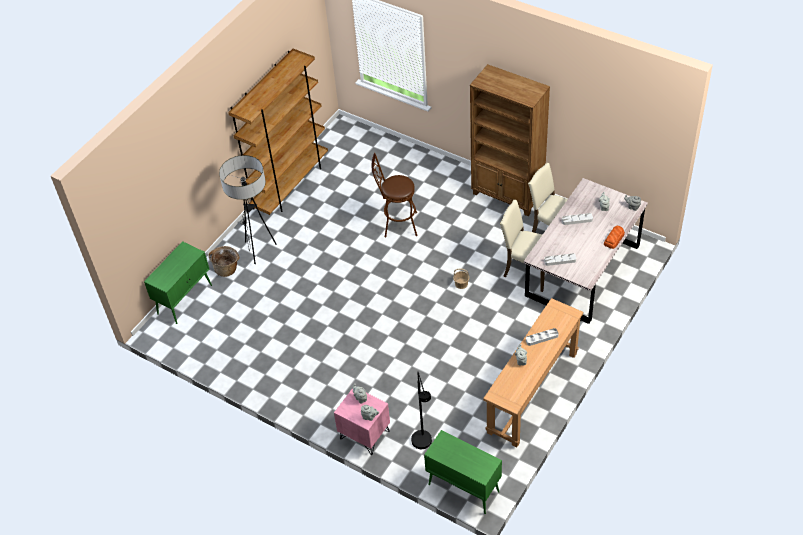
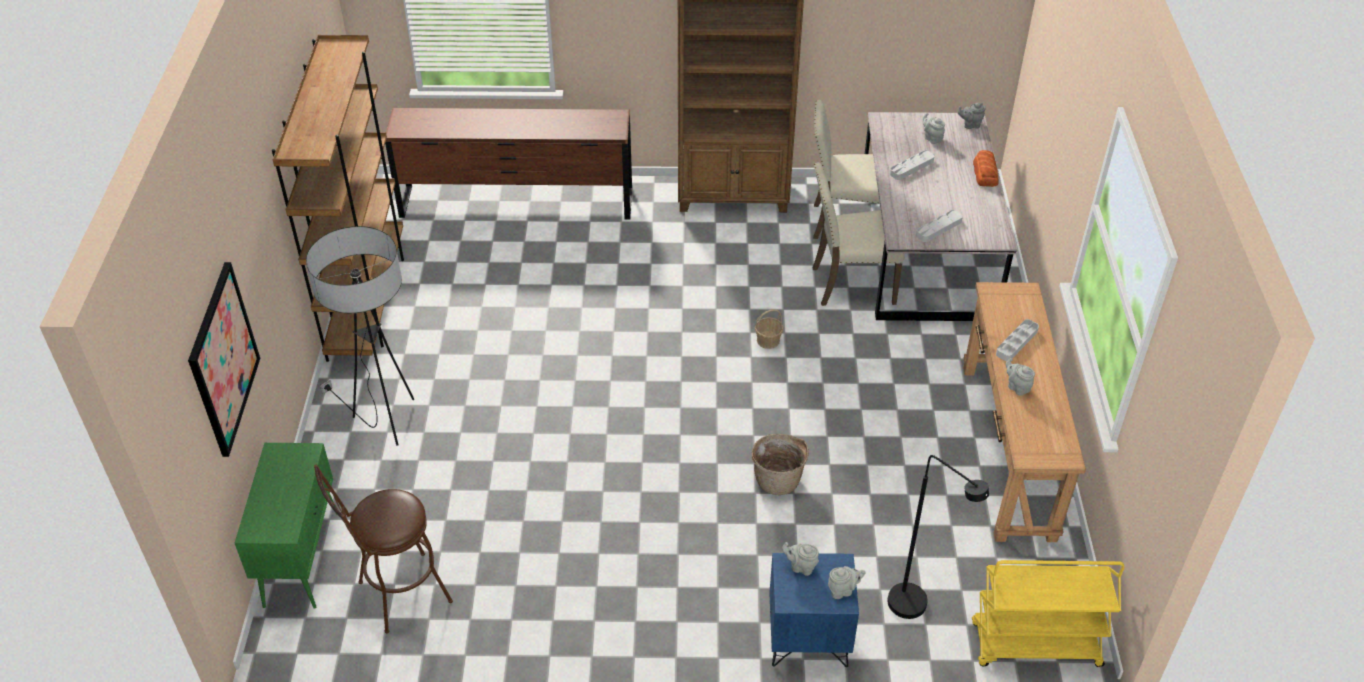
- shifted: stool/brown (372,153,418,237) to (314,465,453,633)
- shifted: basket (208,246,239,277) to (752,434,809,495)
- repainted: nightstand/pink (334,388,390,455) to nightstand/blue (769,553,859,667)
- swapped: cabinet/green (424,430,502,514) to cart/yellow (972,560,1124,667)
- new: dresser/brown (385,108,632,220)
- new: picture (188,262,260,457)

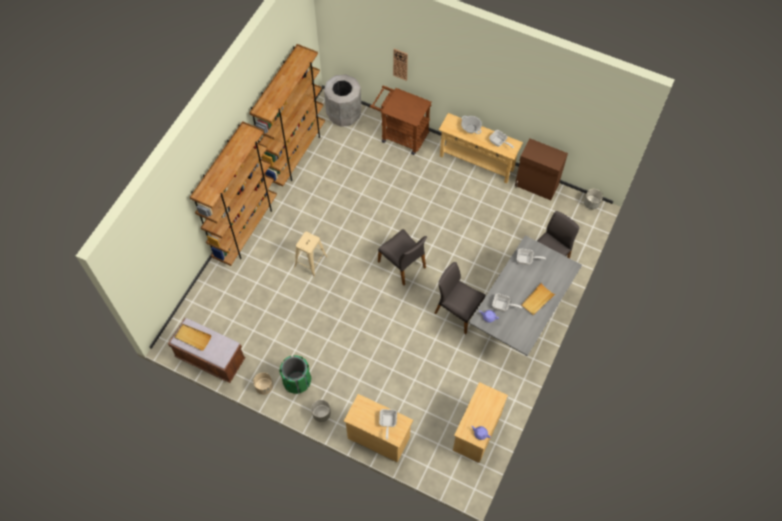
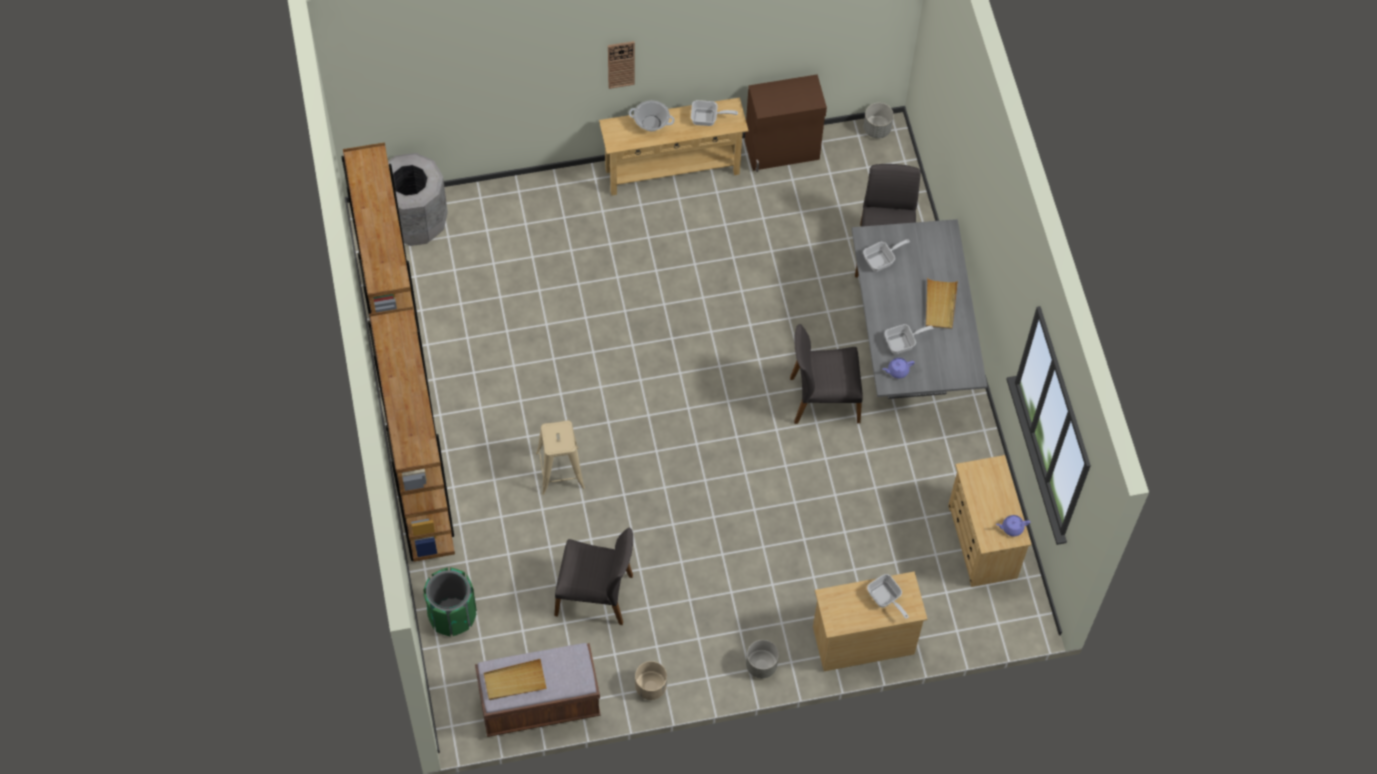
- shifted: wall clock (393,49,408,81) to (608,41,635,89)
- gone: cart/brown (370,86,432,155)
- shifted: chair/grey (378,229,427,285) to (554,528,633,625)
- shifted: trash can/green (279,355,311,394) to (423,567,477,636)

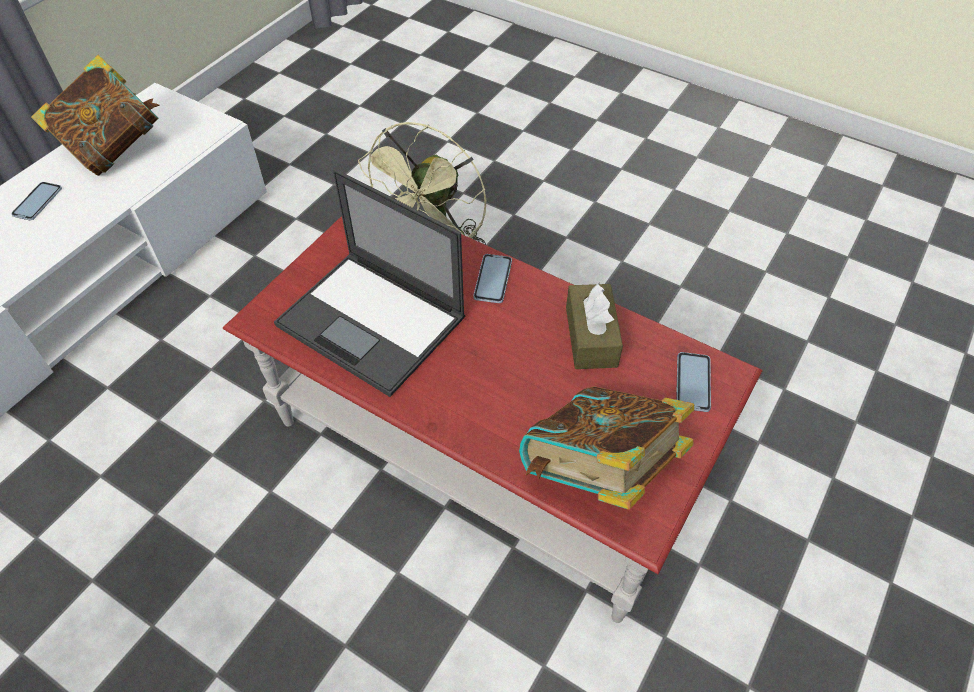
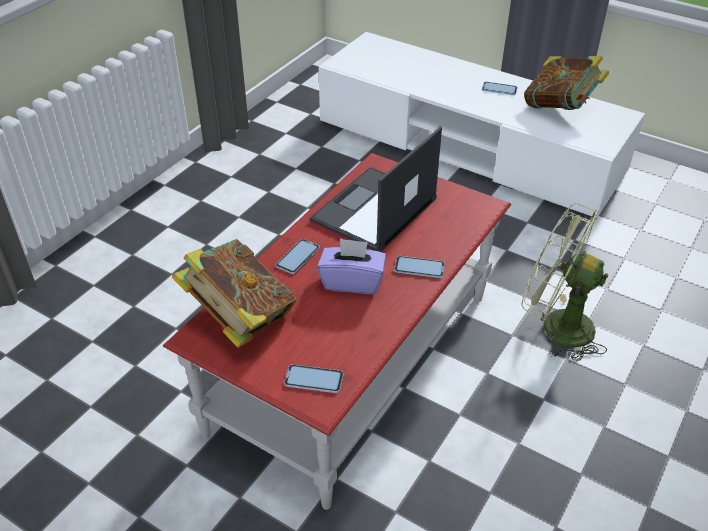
- gone: tissue box/brown (566,283,623,369)
- new: tissue box/purple (317,238,386,294)
- new: phone (276,239,320,274)

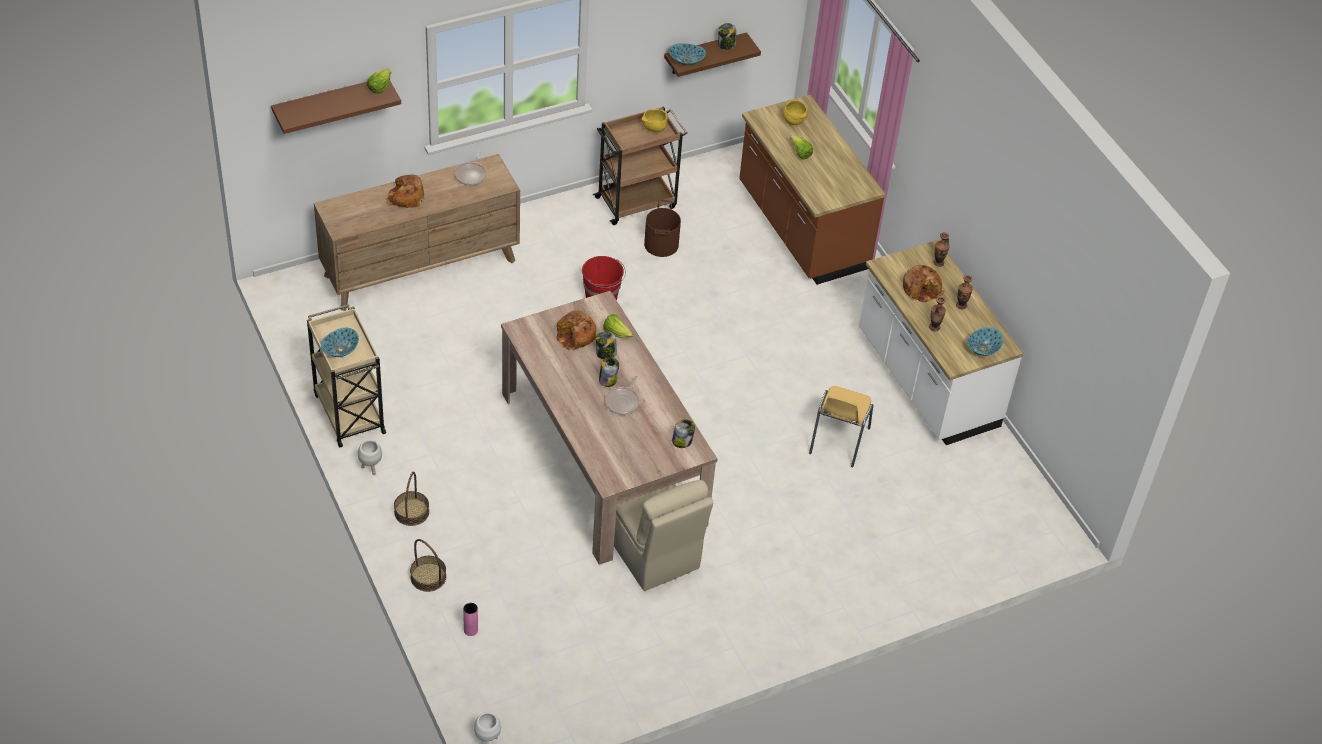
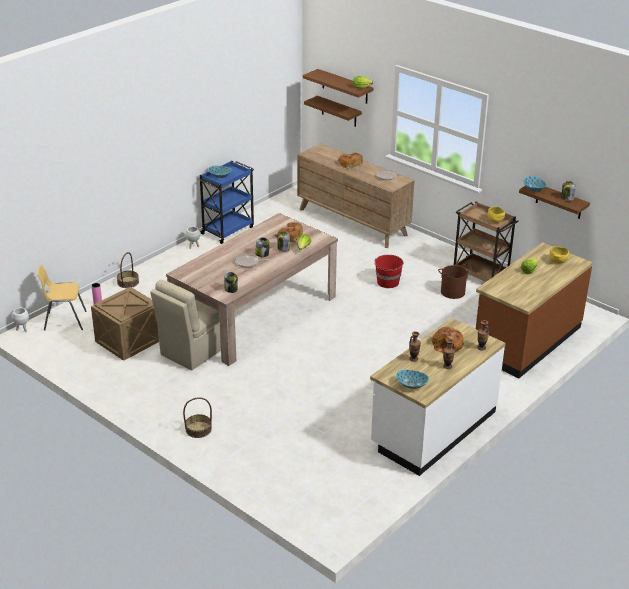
- repainted: cart/beige (307,304,386,448) to cart/blue (198,161,254,244)
- shifted: chair/yellow (809,386,873,467) to (37,265,87,331)
- shifted: basket (394,472,429,526) to (183,397,212,438)
- new: shelf/brown (304,95,362,127)
- new: crate (91,287,159,361)

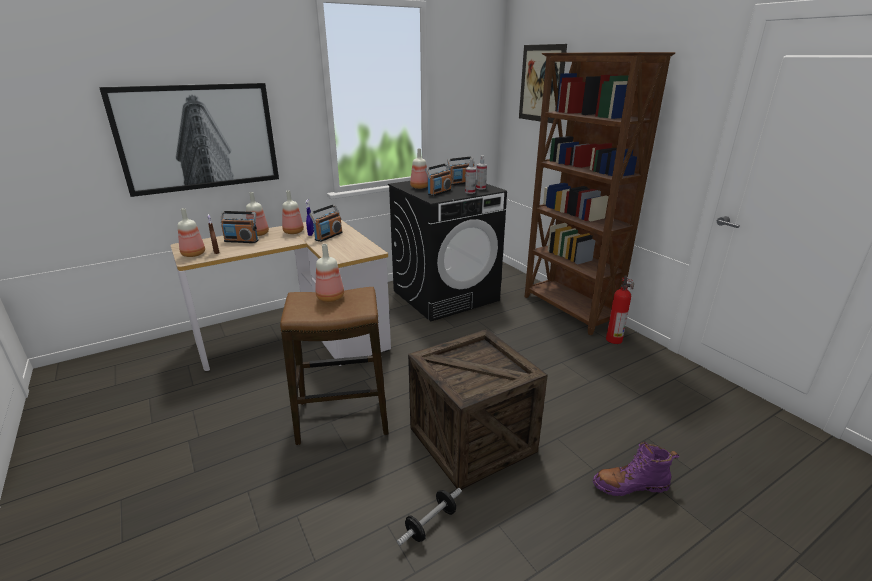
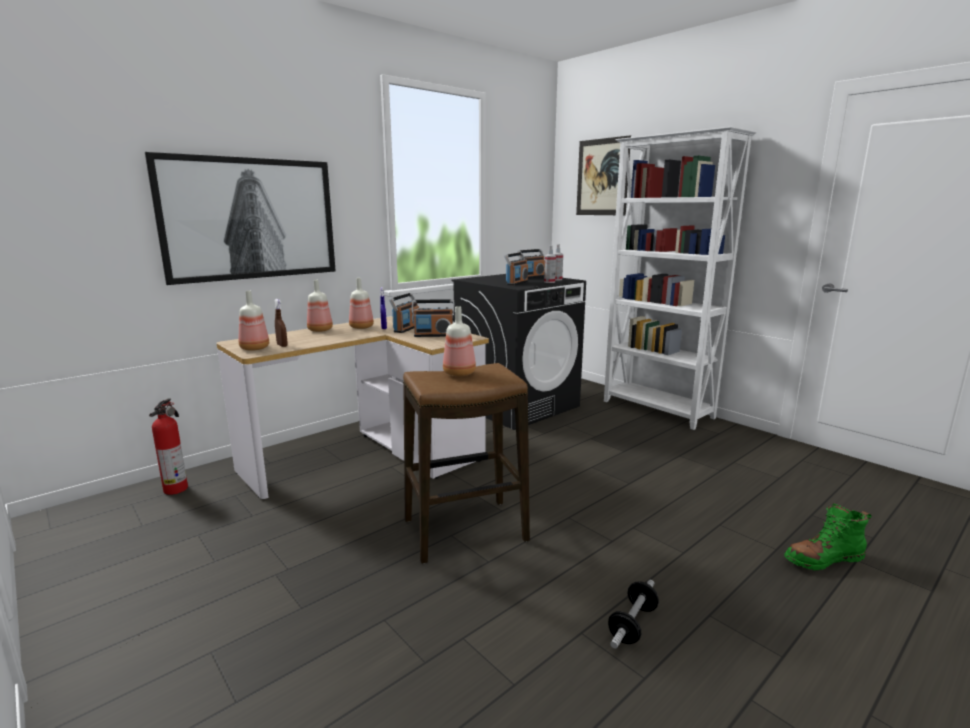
- repainted: bookcase/brown (524,52,675,335) to bookcase/white (604,127,757,430)
- gone: bottle (410,148,428,189)
- shifted: radio (220,211,259,243) to (412,299,455,337)
- shifted: fire extinguisher (606,276,634,344) to (149,398,188,495)
- gone: crate (408,329,548,490)
- repainted: boot/purple (593,441,679,496) to boot/green (784,503,872,570)

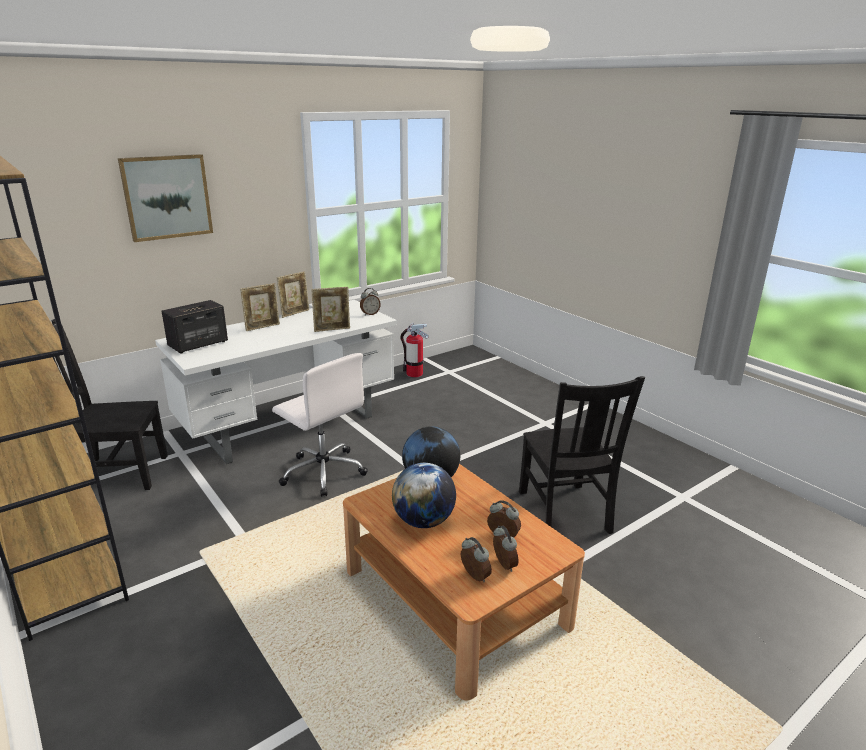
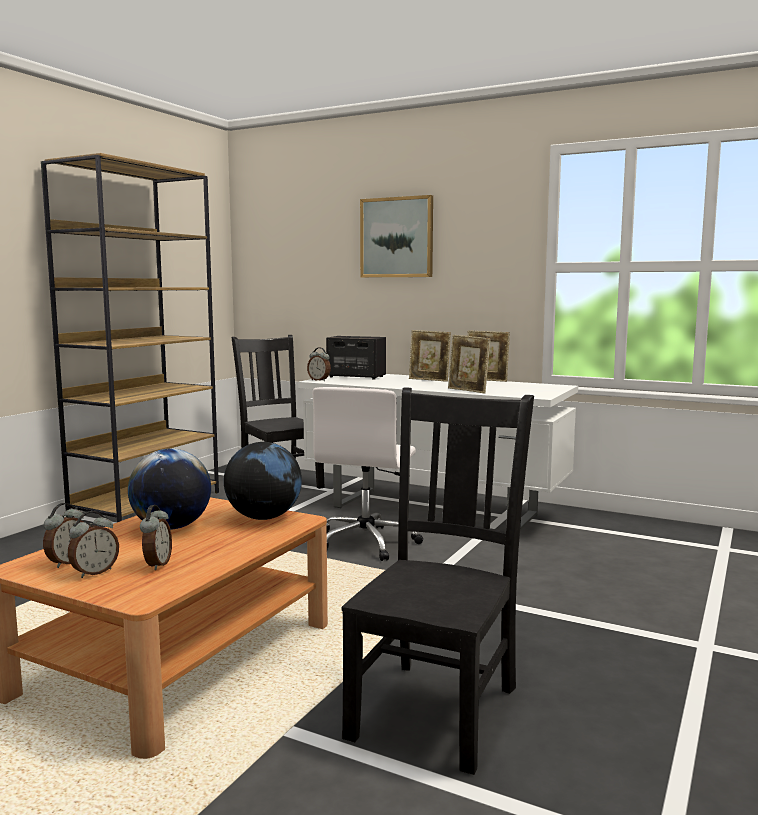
- shifted: alarm clock (360,288,381,316) to (307,347,331,381)
- gone: fire extinguisher (401,323,429,377)
- rotated: chair/black (519,376,645,534) = (342,387,534,775) 150 degrees clockwise

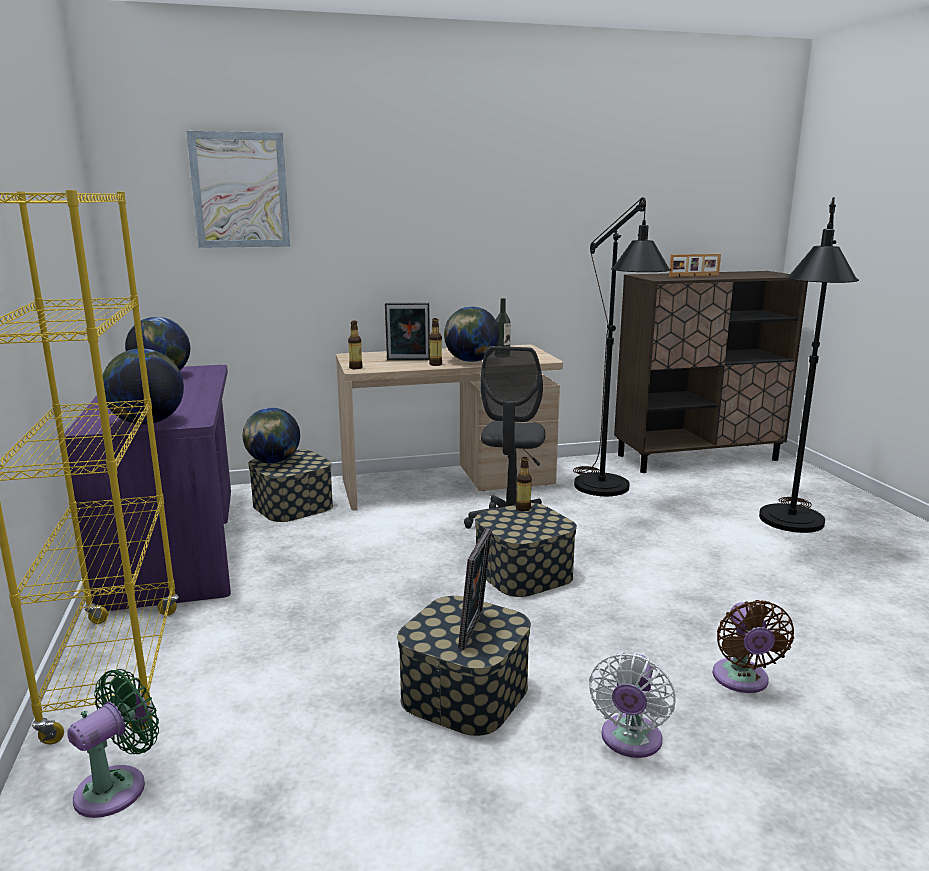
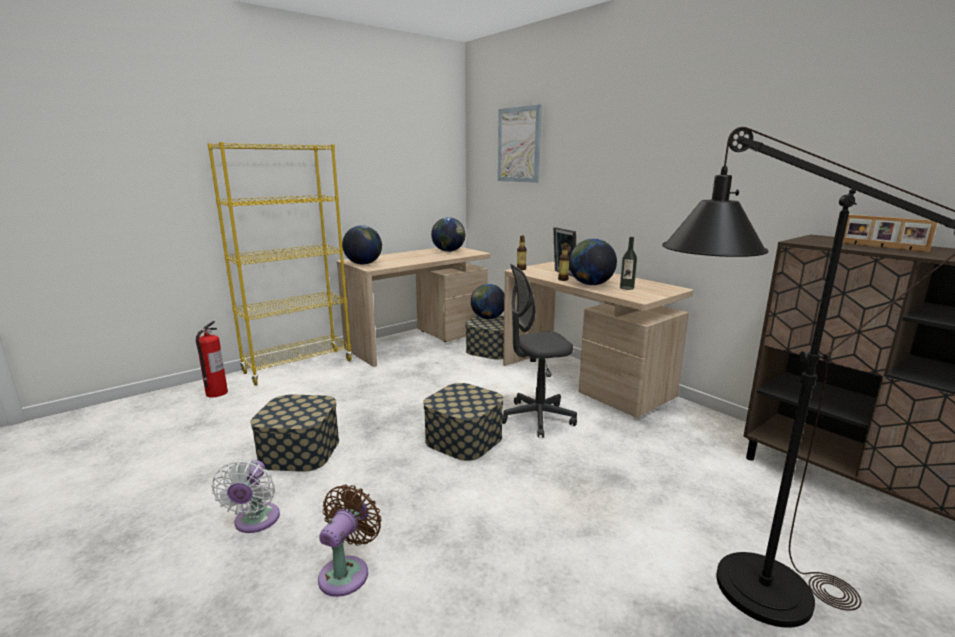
- gone: floor lamp/black (573,197,671,496)
- repainted: desk/purple (64,365,231,611) to desk/beige (337,247,490,367)
- gone: bottle (516,457,532,511)
- gone: picture frame (458,528,492,650)
- rotated: fan/brown (712,600,794,693) = (318,485,382,597) 135 degrees clockwise
- rotated: fan/white (589,652,675,758) = (211,460,280,533) 90 degrees counterclockwise
- swapped: fan/green (67,669,159,818) to fire extinguisher (196,321,228,398)

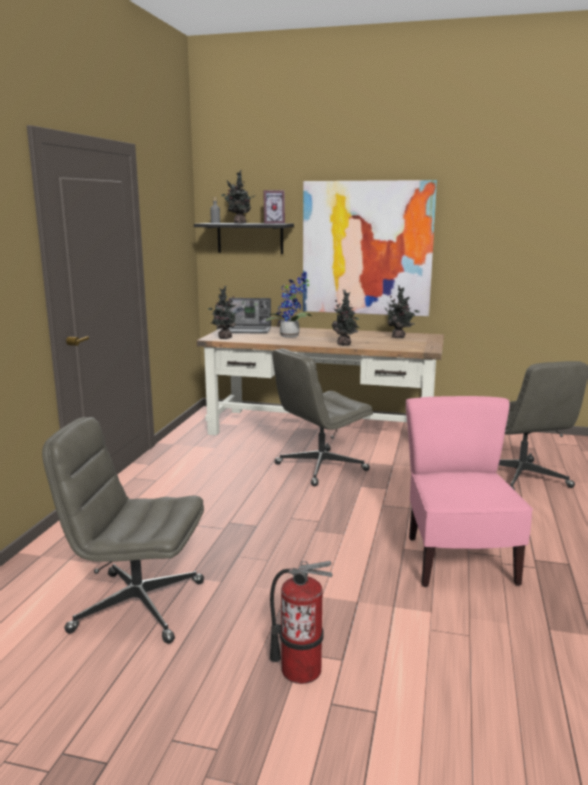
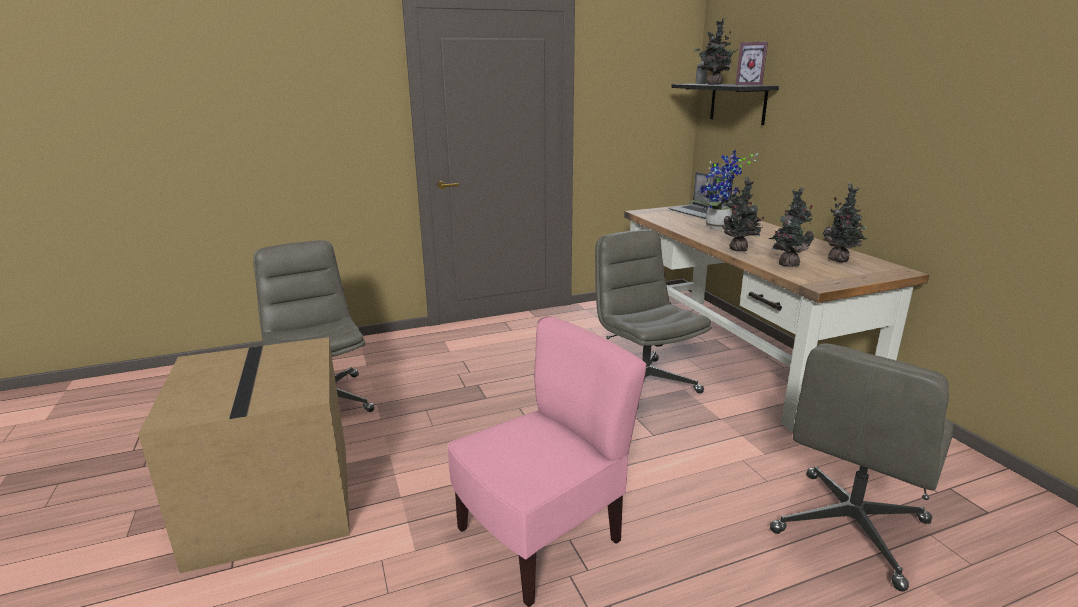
- gone: picture (303,180,437,316)
- shifted: potted plant (208,286,236,339) to (768,188,814,267)
- rotated: office chair/grey (272,348,373,486) = (595,229,712,407) 45 degrees clockwise
- swapped: fire extinguisher (270,561,333,684) to cardboard box (138,337,350,574)

